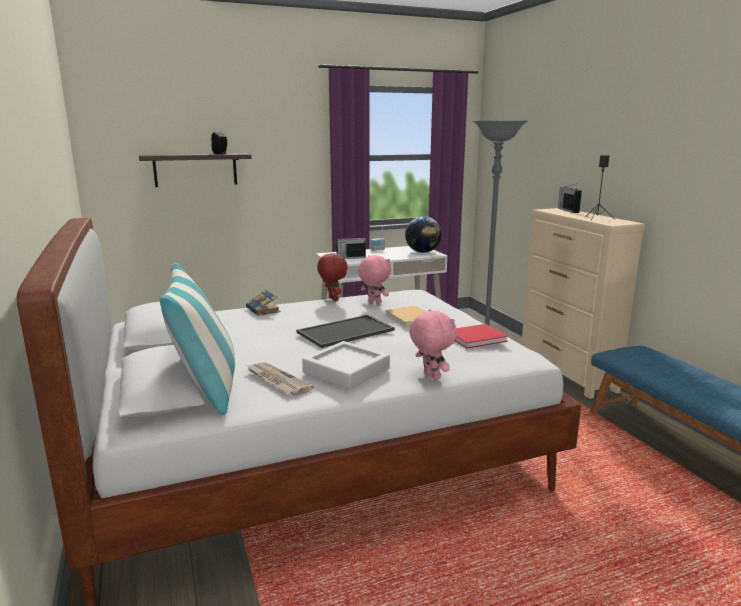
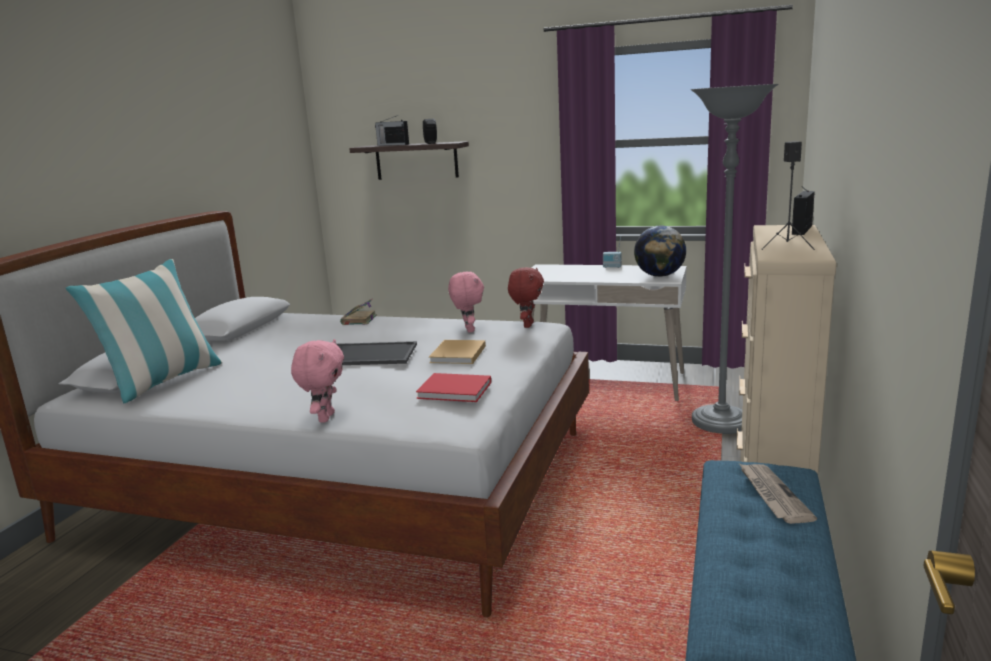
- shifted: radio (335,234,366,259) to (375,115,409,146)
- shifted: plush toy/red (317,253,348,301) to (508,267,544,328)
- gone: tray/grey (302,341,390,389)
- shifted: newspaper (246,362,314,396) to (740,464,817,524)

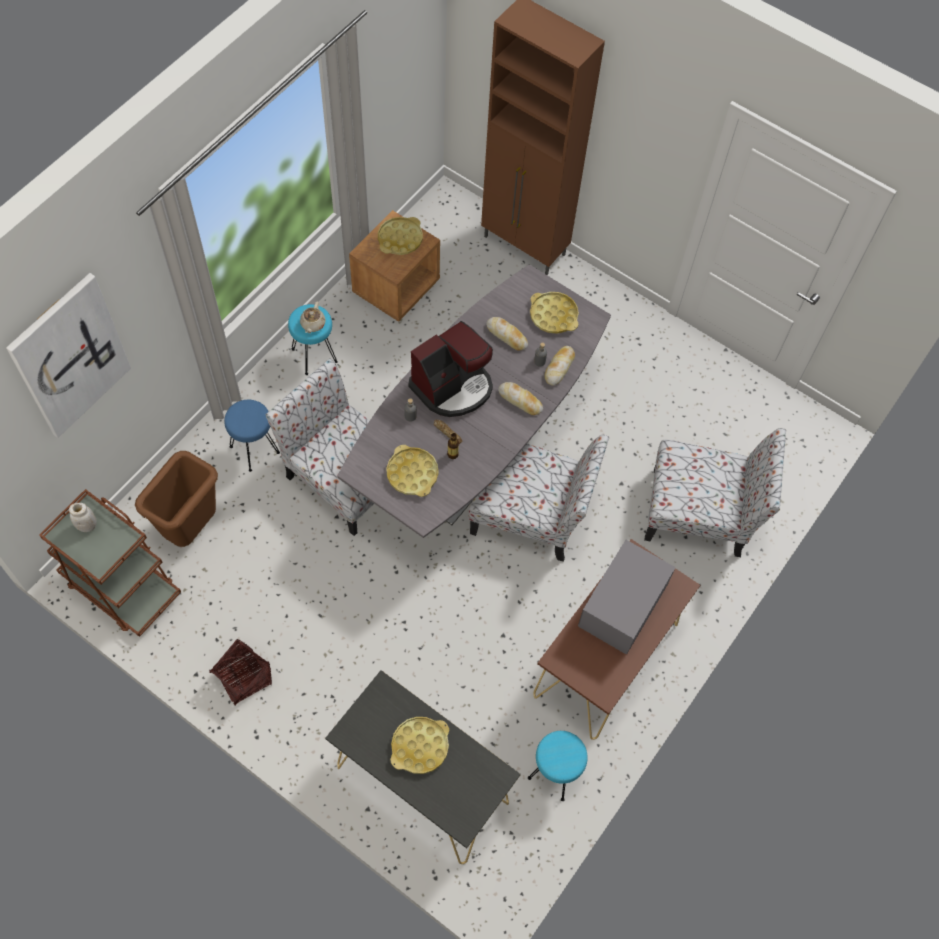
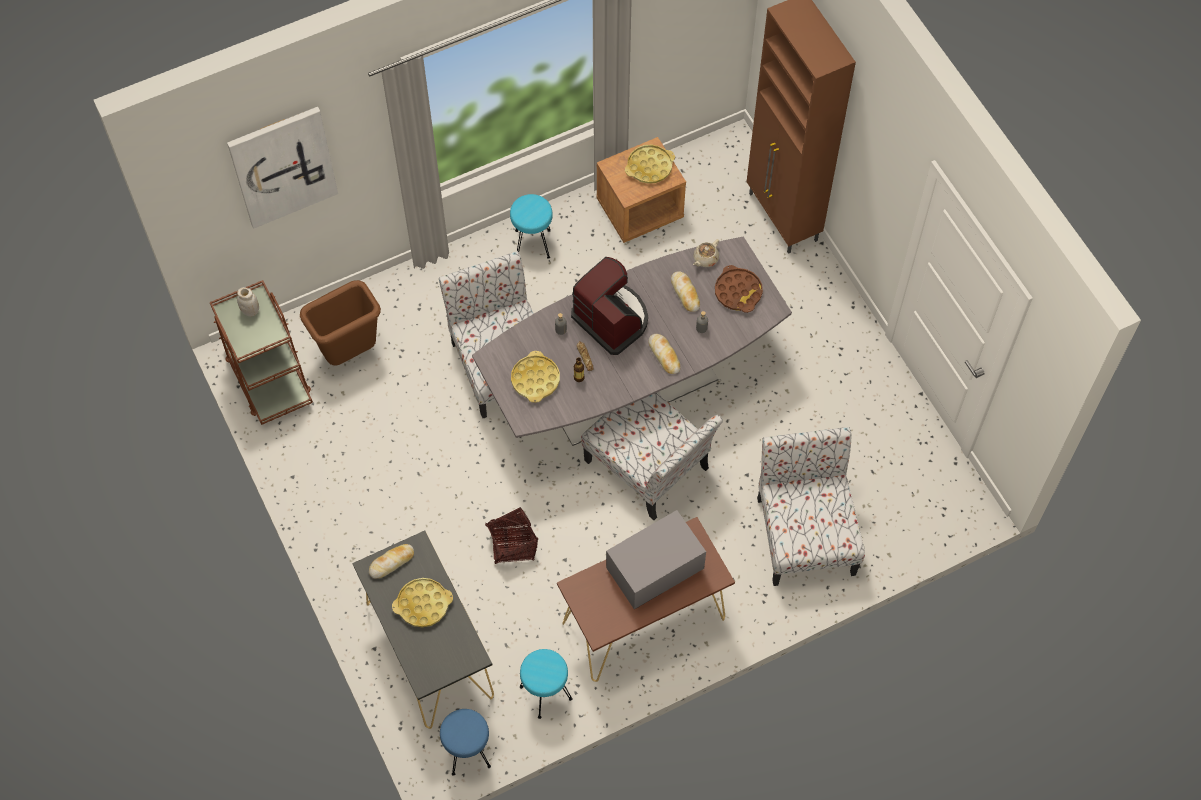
- repainted: tray/yellow (530,292,579,333) to tray/brown (715,265,763,313)
- shifted: teapot/beige (300,302,326,333) to (693,239,719,267)
- rotated: coffee machine (408,321,493,417) = (571,257,648,355) 120 degrees counterclockwise
- shifted: bread (544,346,575,386) to (369,544,414,579)
- shifted: stool/blue (224,400,280,472) to (440,709,491,776)
- rotated: chair (644,428,786,557) = (757,427,865,586) 135 degrees counterclockwise
- shifted: basket (209,639,272,705) to (485,507,538,564)

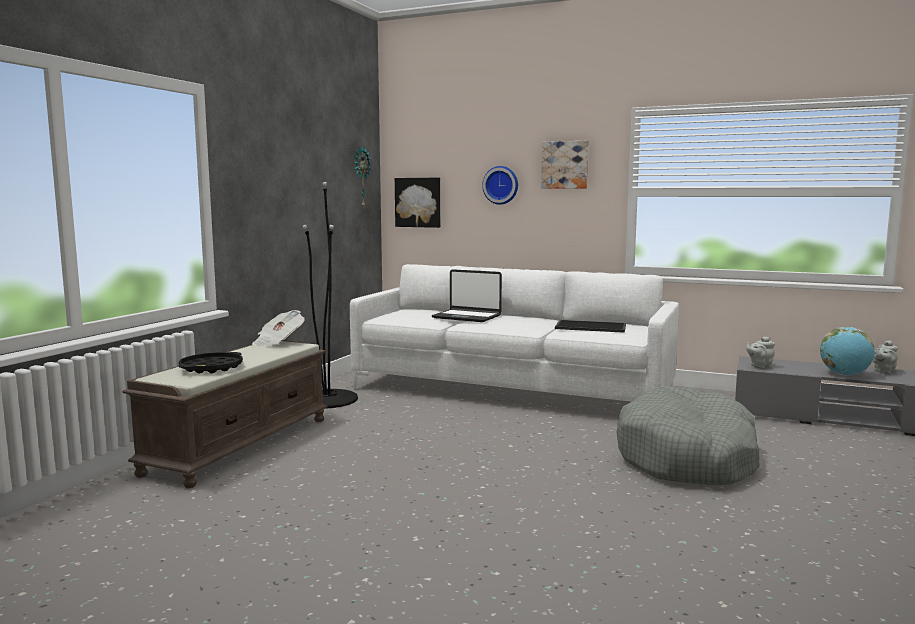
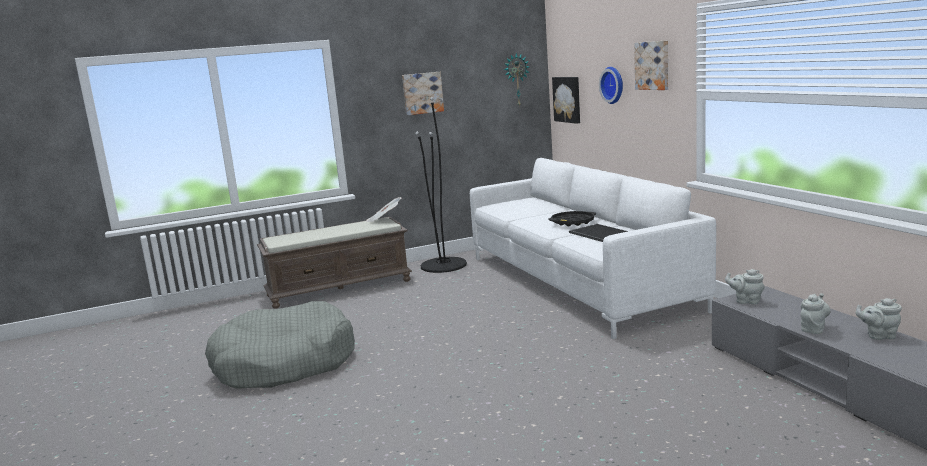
- gone: laptop (432,269,502,322)
- swapped: globe (820,327,875,375) to teapot/grey (800,293,830,334)
- shifted: tray/black (179,352,243,374) to (549,211,596,226)
- shifted: dog bed/grey (616,386,760,485) to (205,301,355,389)
- new: picture (402,72,444,115)

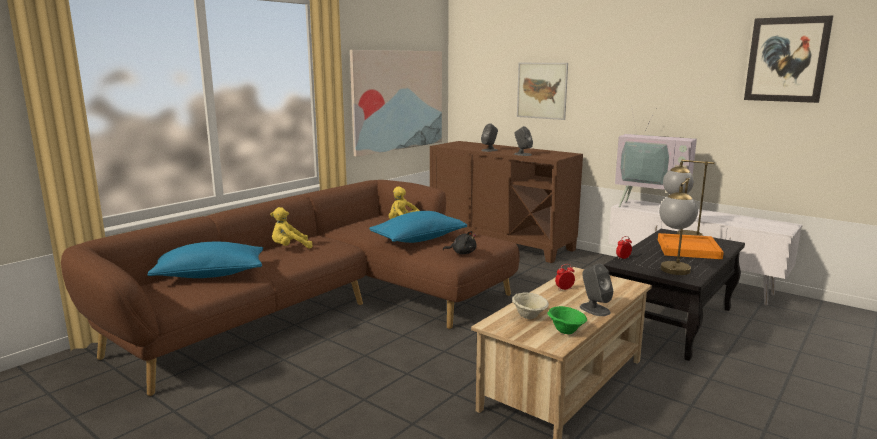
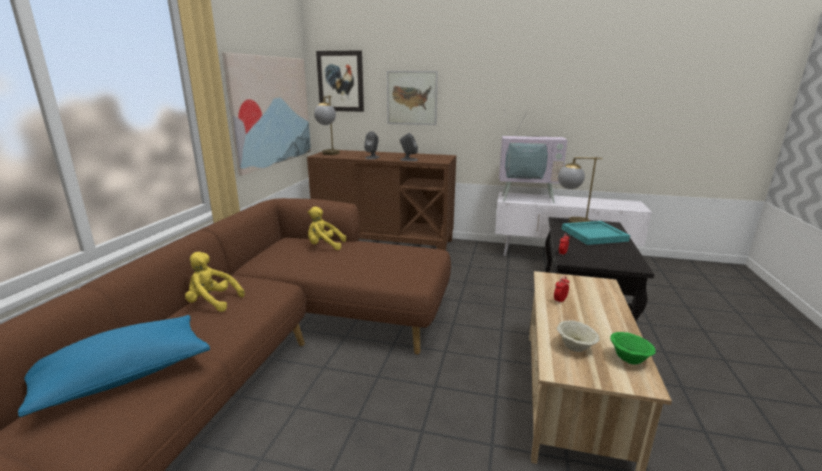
- shifted: picture (744,15,833,103) to (316,50,364,112)
- shifted: table lamp (659,178,698,275) to (314,96,340,155)
- rotated: plush toy/yellow (270,207,313,249) = (185,252,245,312) 60 degrees clockwise
- gone: pillow/blue (369,211,467,243)
- gone: plush toy/black (443,231,477,254)
- repainted: tray/orange (658,233,724,259) to tray/turquoise (562,221,630,245)
- gone: speaker/grey (580,264,613,316)

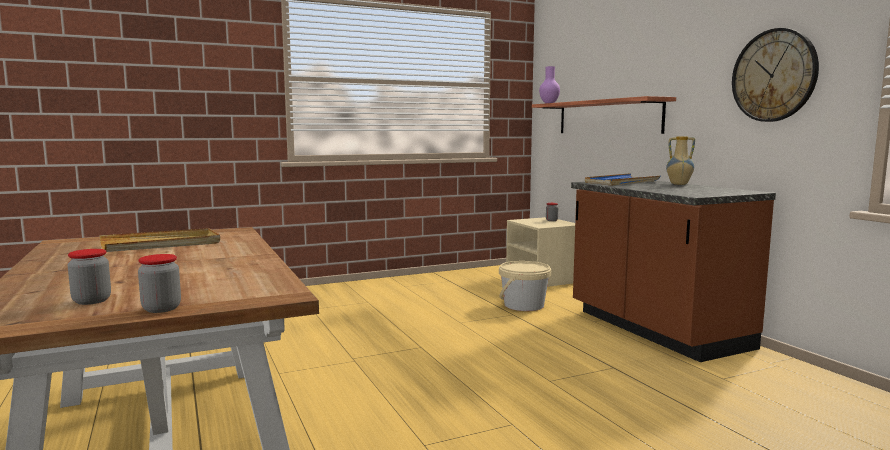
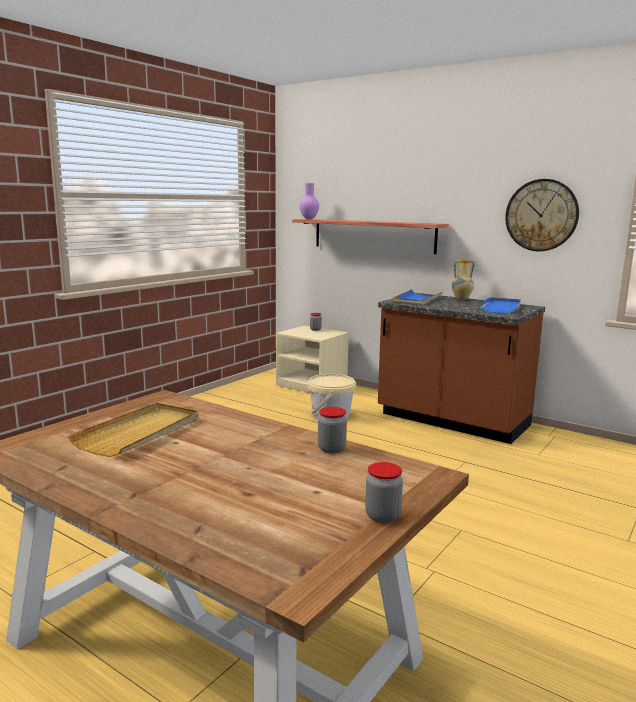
- shifted: jar (68,249,111,305) to (318,407,347,454)
- new: tray/blue (478,297,521,314)

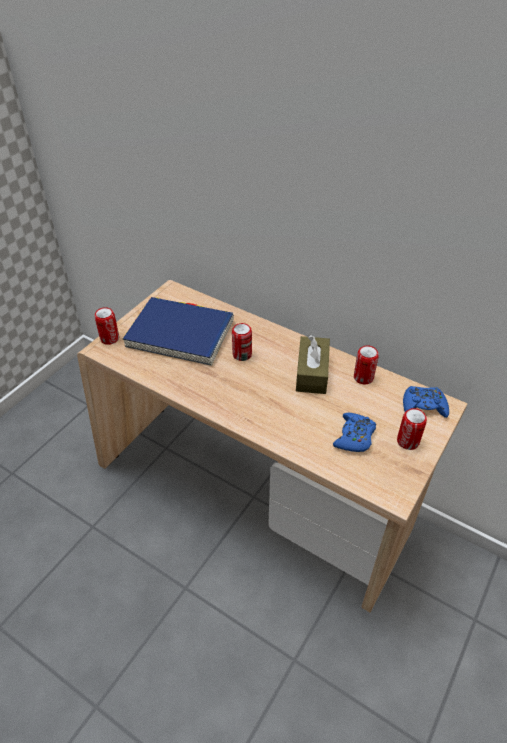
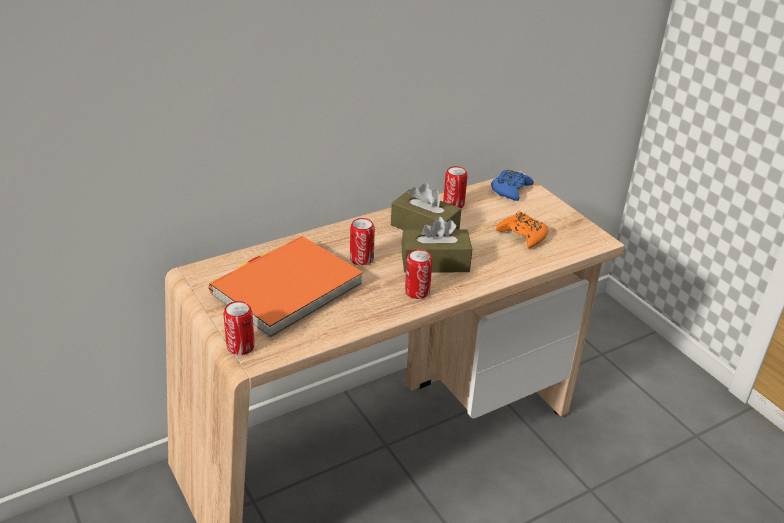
- repainted: book/blue (123,297,234,366) to book/orange (208,236,363,338)
- shifted: can (397,408,427,450) to (405,249,432,299)
- repainted: game controller/blue (333,413,376,452) to game controller/orange (496,211,548,248)
- new: tissue box/brown (402,216,472,273)

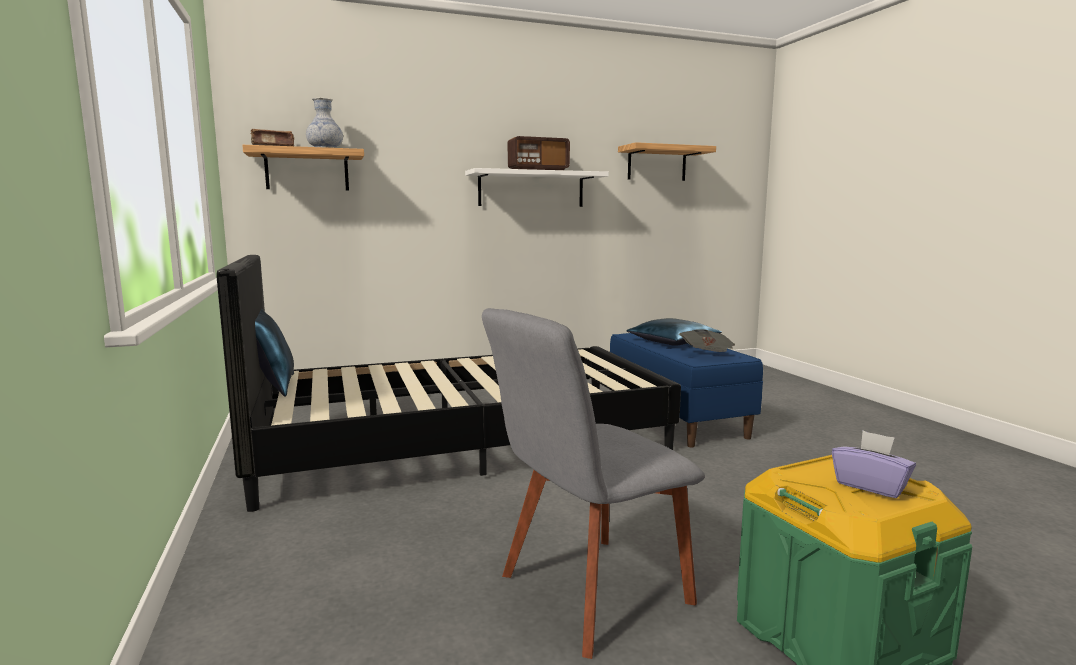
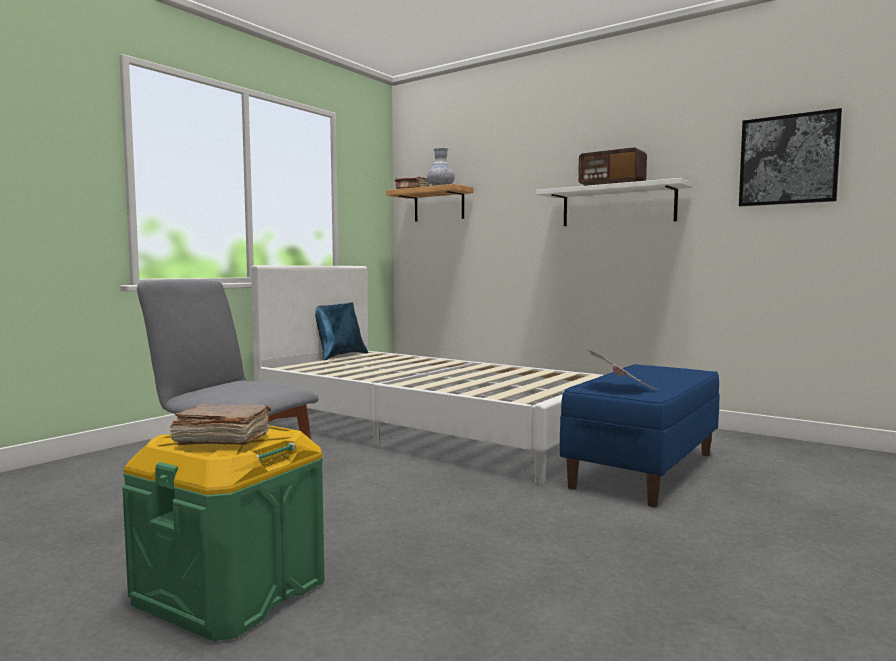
- swapped: shelf (618,142,716,181) to picture (739,108,842,206)
- repainted: bed/black (216,255,681,512) to bed/white (251,265,603,484)
- gone: pillow/blue (626,318,722,346)
- swapped: tissue box/purple (832,431,916,498) to book/brown (170,404,271,445)

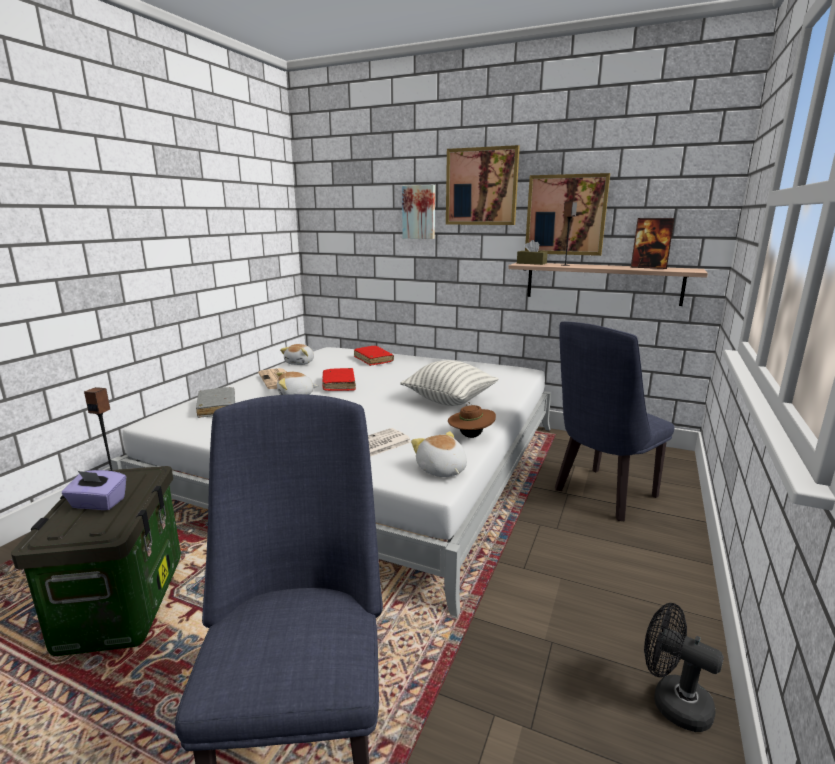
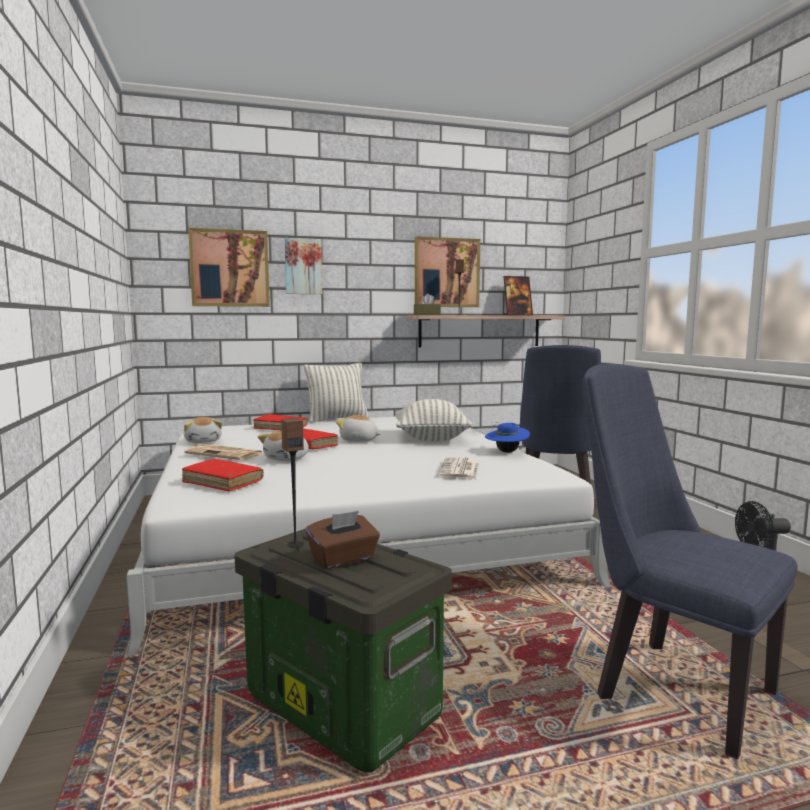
- shifted: picture (446,145,520,225) to (188,228,270,307)
- repainted: book/grey (196,387,235,418) to book/red (182,459,263,492)
- repainted: hat/brown (448,402,496,438) to hat/blue (485,422,530,453)
- shifted: plush toy (411,431,467,477) to (336,415,381,442)
- repainted: tissue box/purple (62,470,126,510) to tissue box/brown (306,511,380,569)
- new: pillow (304,363,369,423)

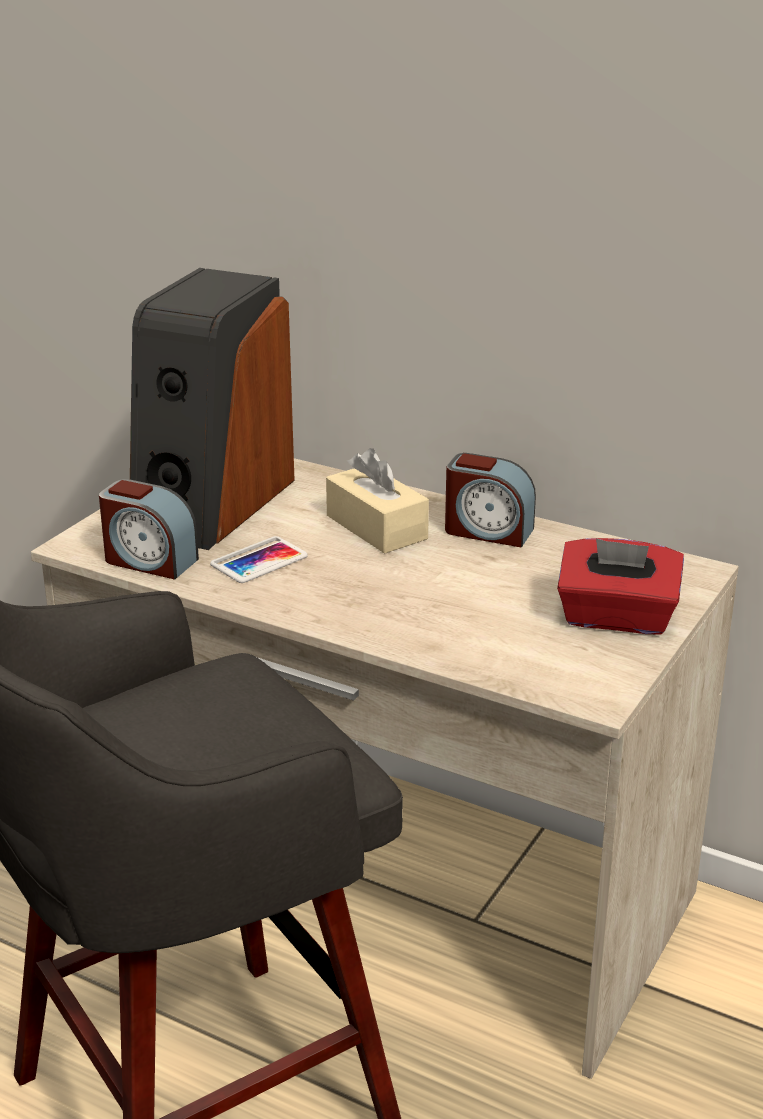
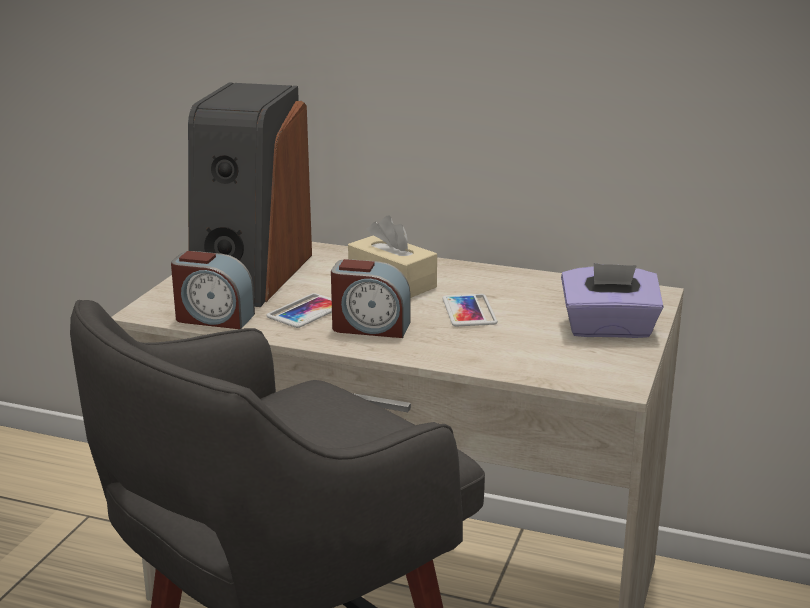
- shifted: alarm clock (445,453,536,548) to (331,259,410,338)
- repainted: tissue box/red (557,538,684,635) to tissue box/purple (561,263,664,338)
- new: phone (442,294,498,326)

